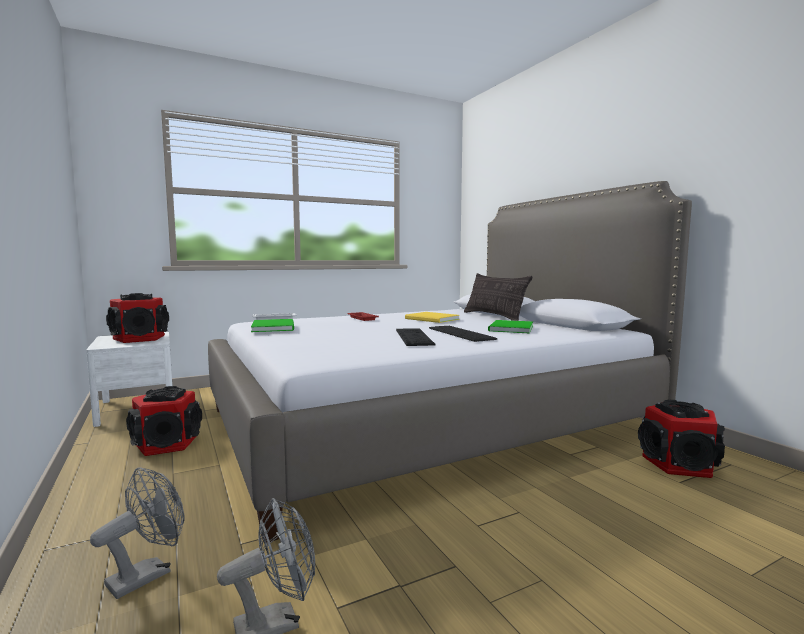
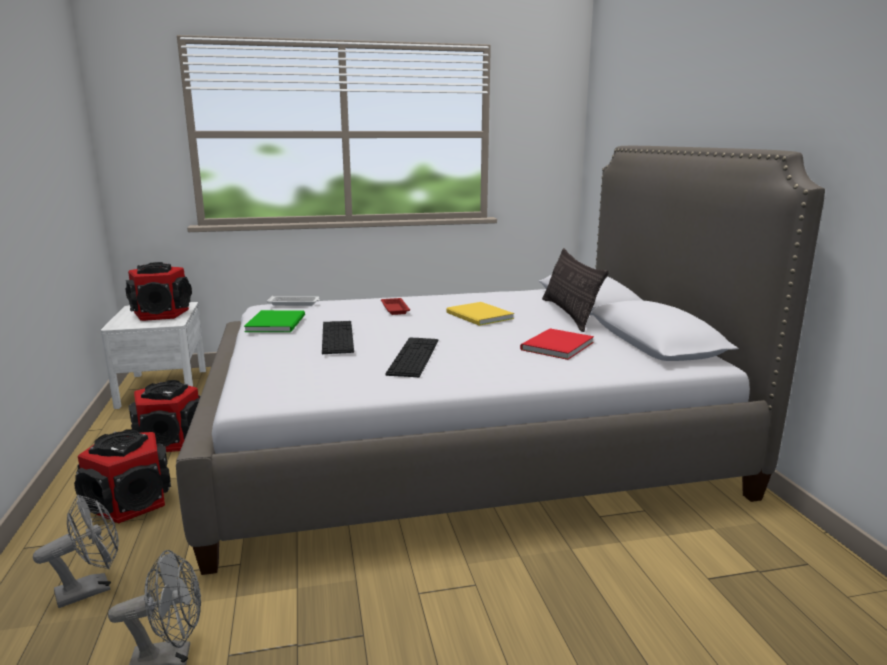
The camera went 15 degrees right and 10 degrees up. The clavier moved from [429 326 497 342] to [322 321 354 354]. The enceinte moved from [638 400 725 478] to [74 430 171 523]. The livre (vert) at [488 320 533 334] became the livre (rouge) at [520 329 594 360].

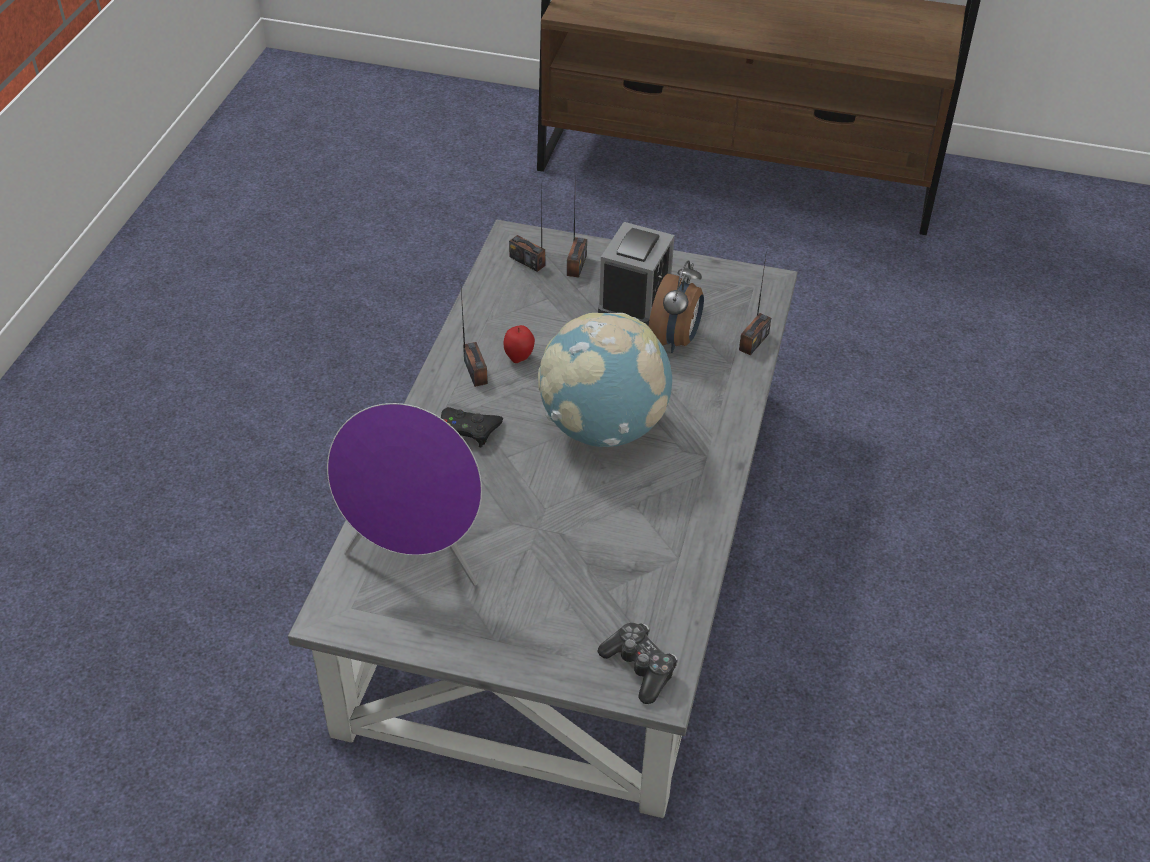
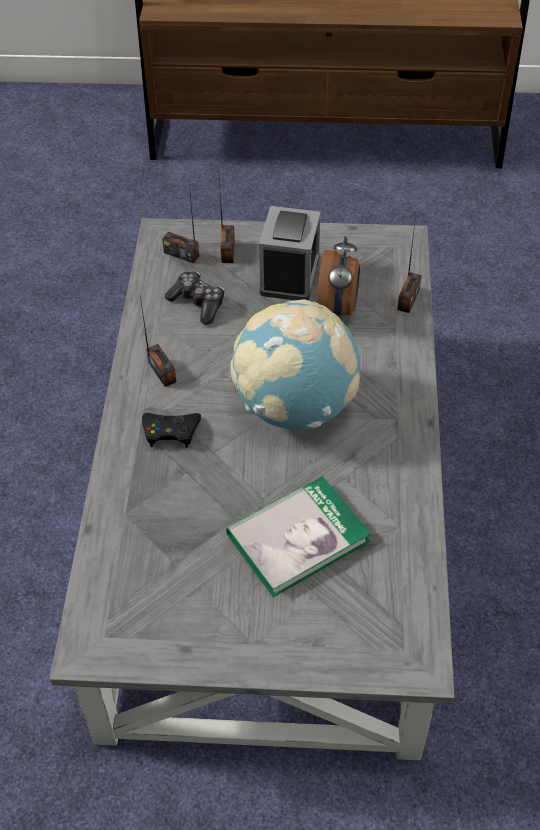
The camera went 10 degrees left and 5 degrees up. The enceinte (violet) at [327 403 482 586] disappeared. The pomme at [504 325 535 363] disappeared. The livre at [226 476 371 597] appeared. The manette moved from [598 623 678 704] to [165 271 225 325].

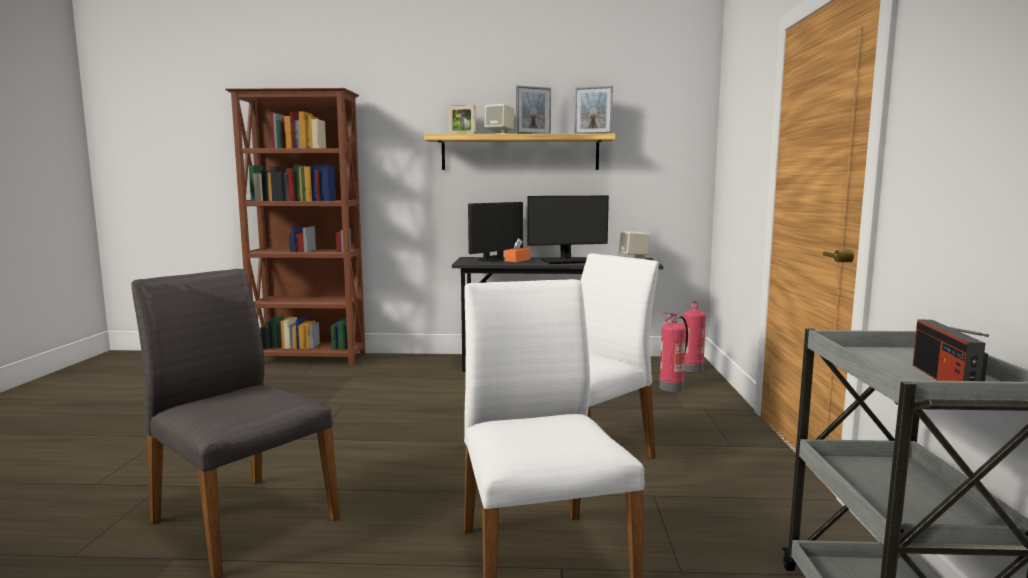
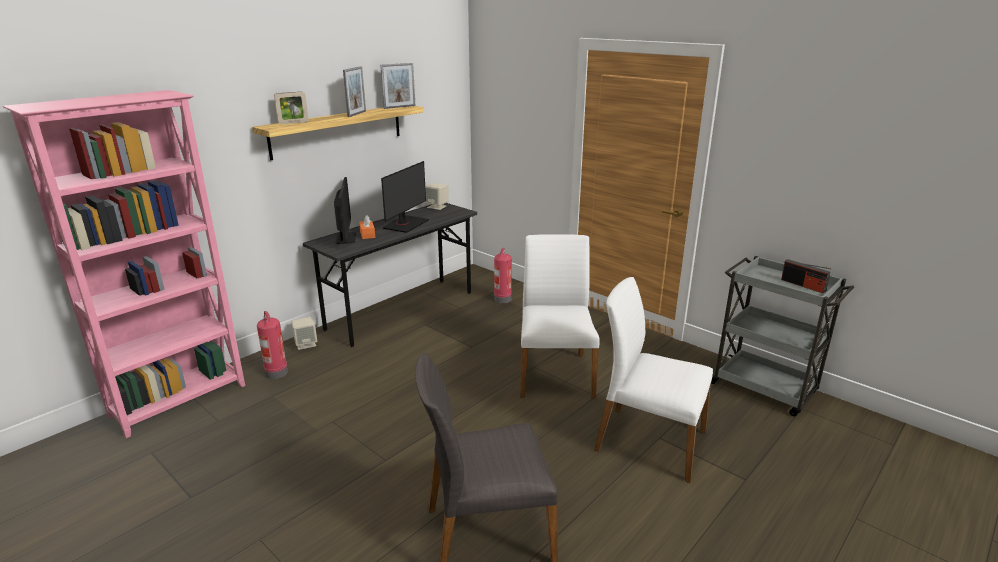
The camera went 50 degrees left and 15 degrees up. The enceinte (beige) moved from [484 104 514 134] to [291 317 317 350]. The extincteur moved from [683 301 706 373] to [257 311 288 379]. The bibliothèque (marron) at [225 88 366 366] became the bibliothèque (rose) at [2 90 245 438].

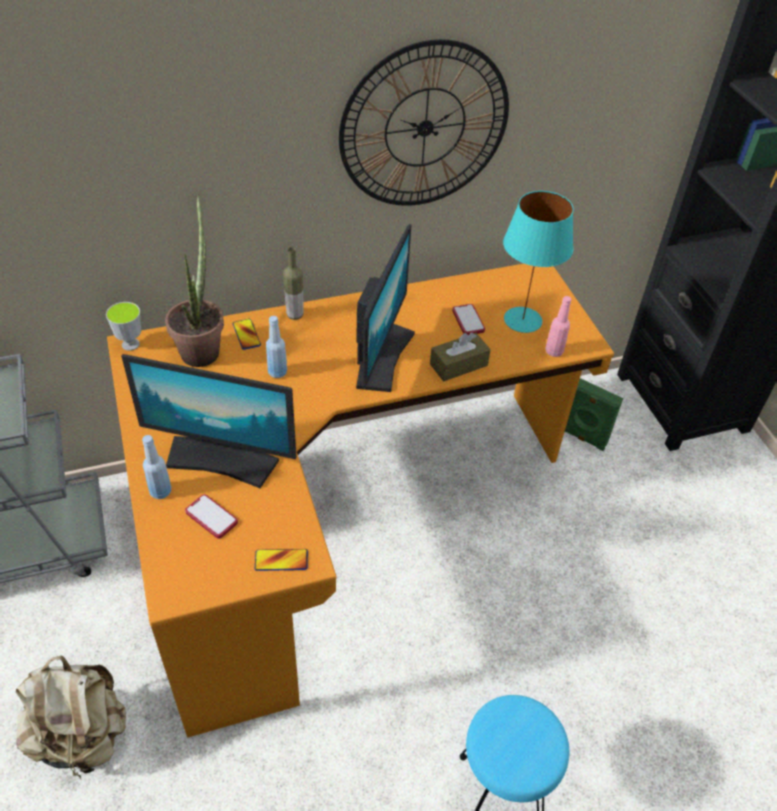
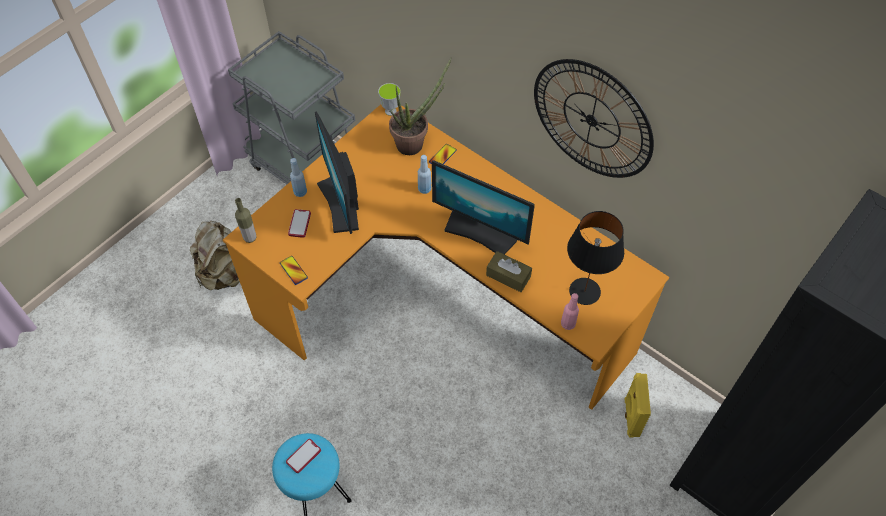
The camera went 60 degrees right and 10 degrees up. The bouteille moved from [283 247 304 320] to [235 198 257 243]. The téléphone moved from [452 304 485 335] to [286 439 321 473]. The lampe de table (turquoise) at [503 191 574 333] became the lampe de table (noir) at [567 211 624 305]. The enceinte (vert) at [565 378 623 451] became the enceinte (jaune) at [625 373 651 438]. The écran d'ordinateur at [356 224 415 392] turned 45 degrees clockwise.

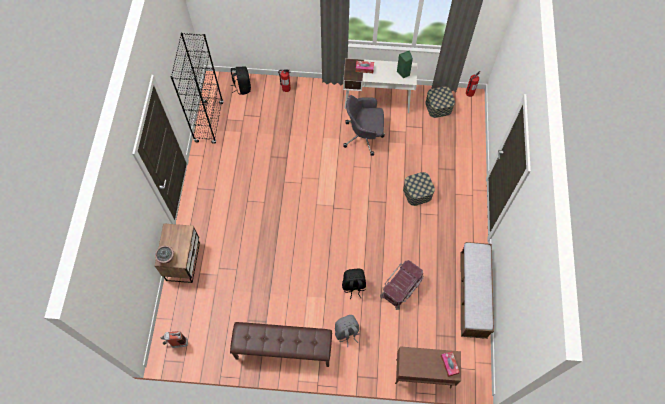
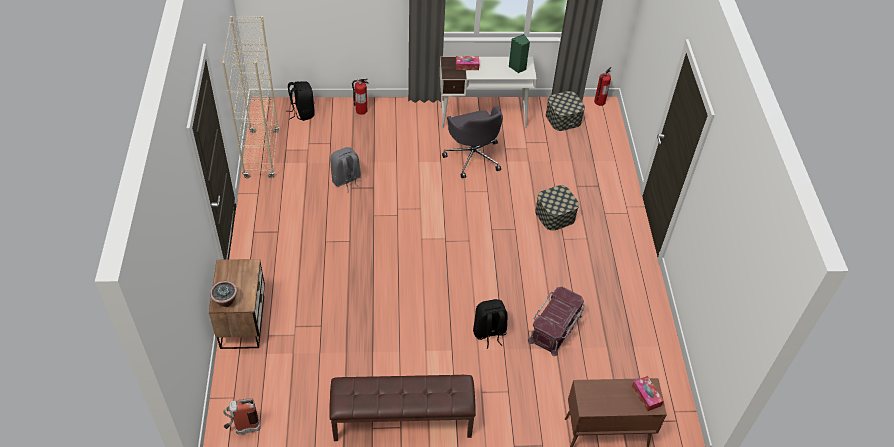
The camera went 10 degrees left and 15 degrees down. The banc at [461 242 494 339] disappeared. The sac à dos (gris) moved from [335 315 359 347] to [330 147 361 192]. The bibliothèque (noir) at [171 32 224 144] became the bibliothèque (beige) at [222 16 279 178]. The chaise de bureau (gris) at [343 95 385 156] turned 105 degrees counterclockwise.

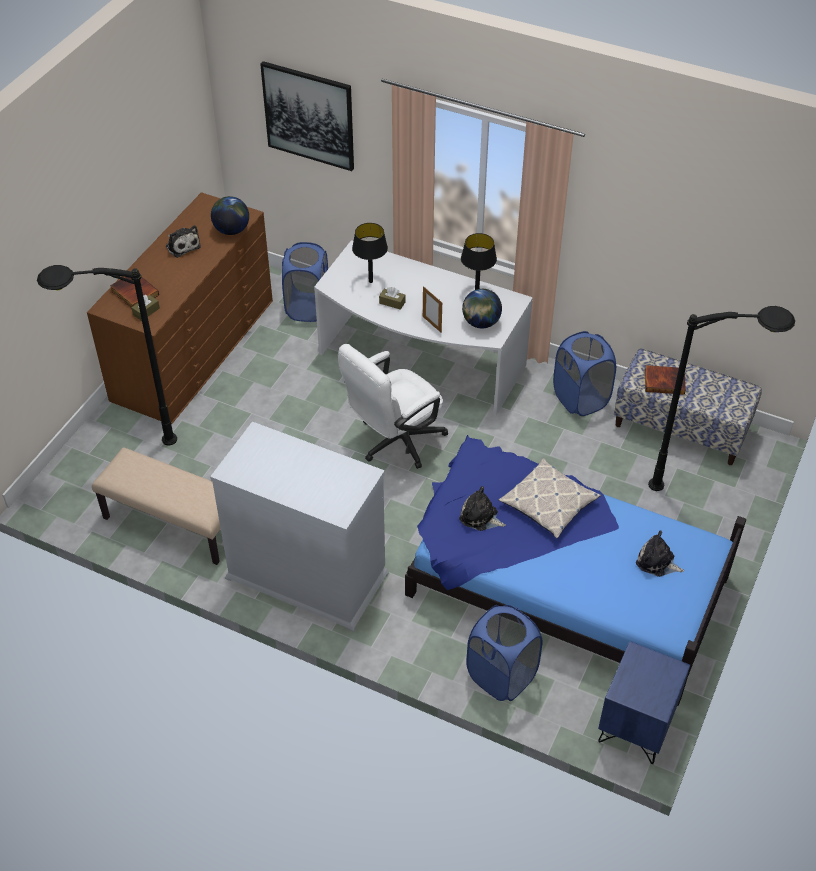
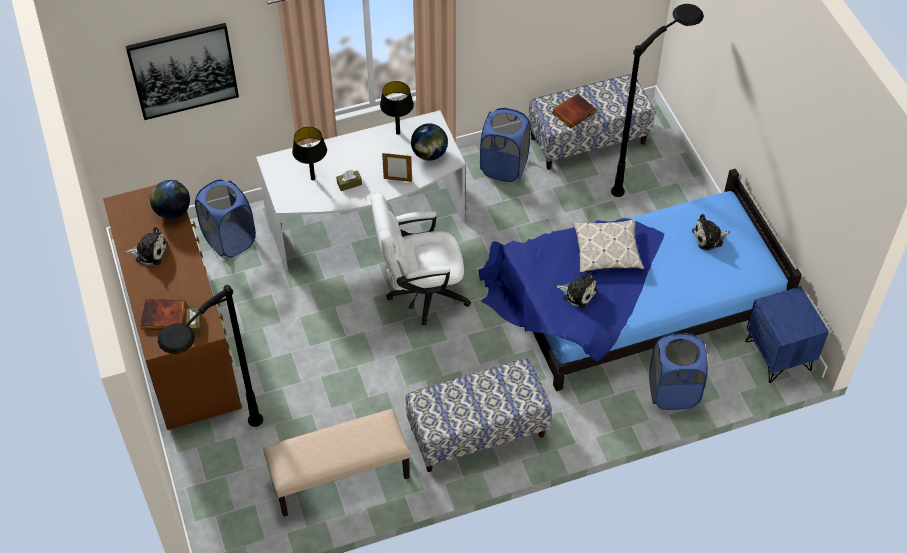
The camera went 45 degrees left and 5 degrees up. The commode (blanc) at [210 422 389 632] was replaced by the banc at [406 358 552 472]. The chaise de bureau (blanc) at [338 344 448 469] turned 75 degrees clockwise. The peluche at [459 486 506 531] turned 135 degrees counterclockwise.

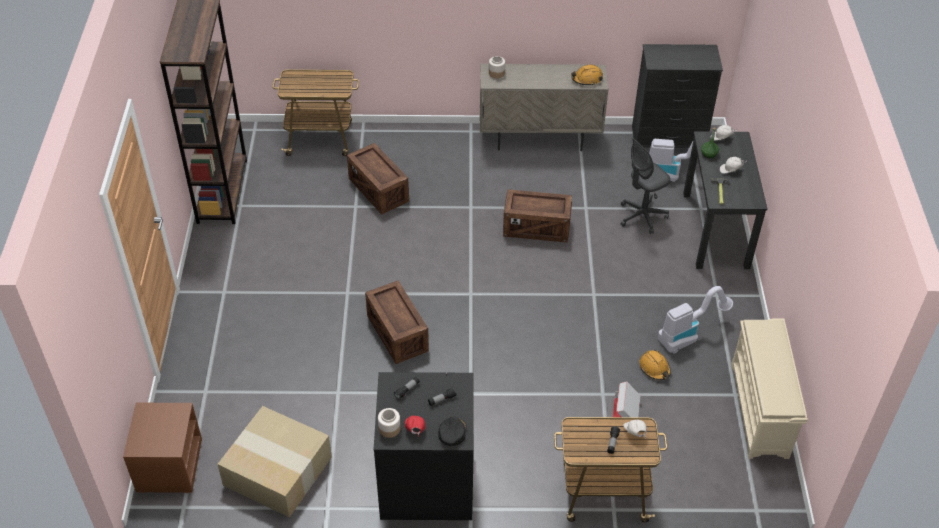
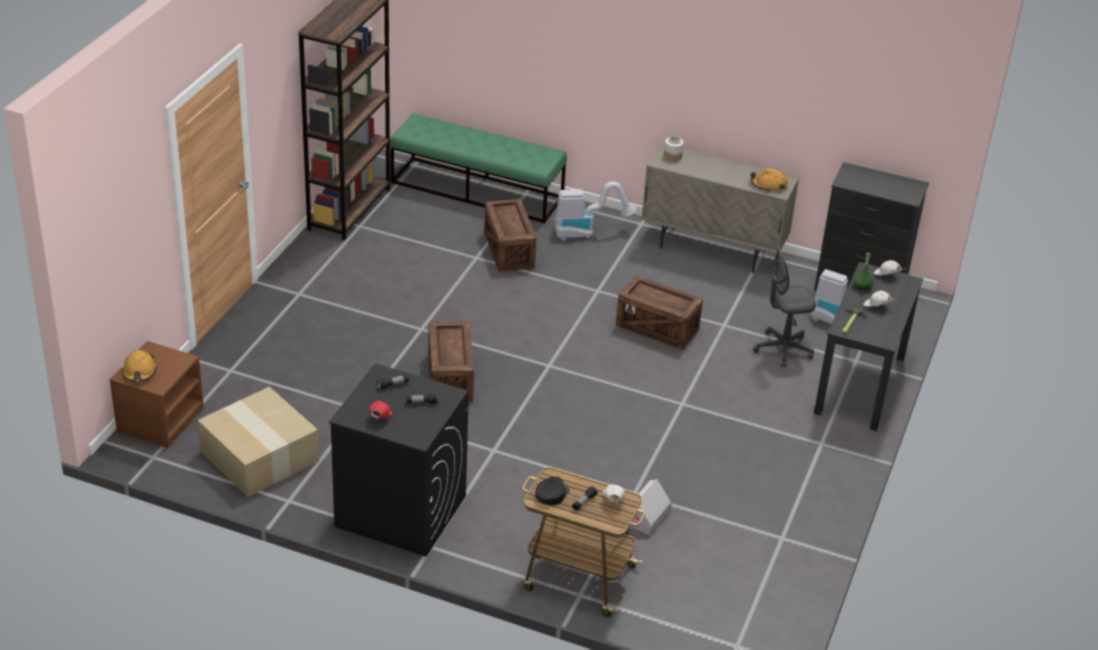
The camera went 20 degrees right and 10 degrees down. The bocal at [378 408 401 438] disappeared. The étagère à chaussures (beige) at [731 319 808 459] disappeared. The casquette (noir) moved from [438 416 467 446] to [535 476 570 505]. The casque de chantier (orange) moved from [639 350 671 380] to [122 350 157 382]. The aspirateur moved from [658 286 733 354] to [554 181 636 240]. The chariot at [273 70 359 156] was replaced by the banc (vert) at [390 114 567 224].

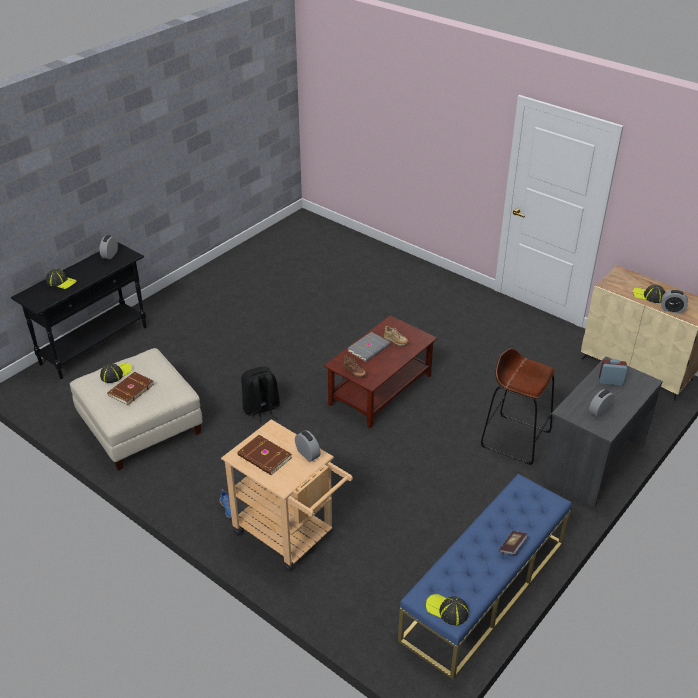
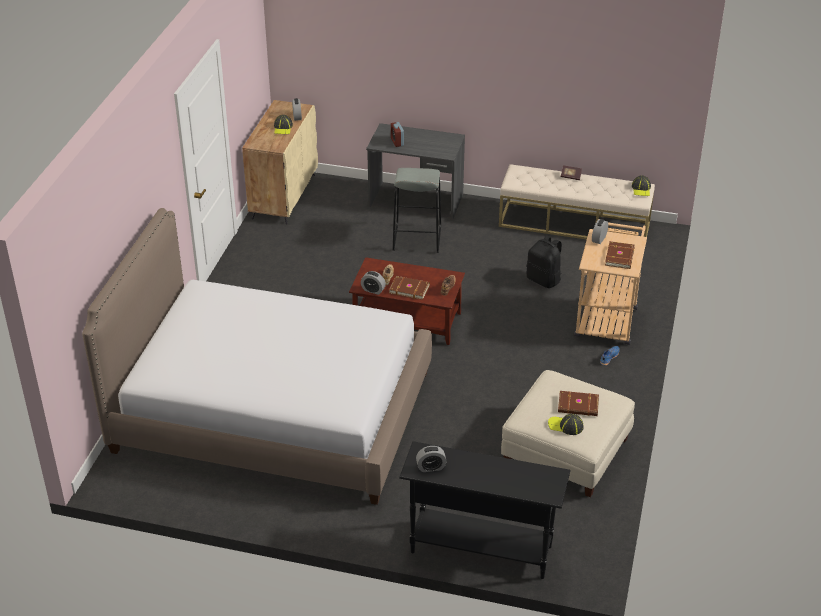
The camera went 115 degrees left and 0 degrees up. The casquette at [46 269 76 289] disappeared. The lit at [82 208 432 505] appeared. The sac à dos (noir) moved from [241 366 280 423] to [527 235 562 288]. The réveil moved from [589 389 615 418] to [361 271 386 295]. The livre (gris) at [348 332 390 362] became the livre (marron) at [389 276 430 300]. The banc (bleu) at [398 474 572 680] became the banc (beige) at [499 164 655 240]. The tabouret (marron) at [481 348 555 465] became the tabouret (gris) at [393 168 441 253].

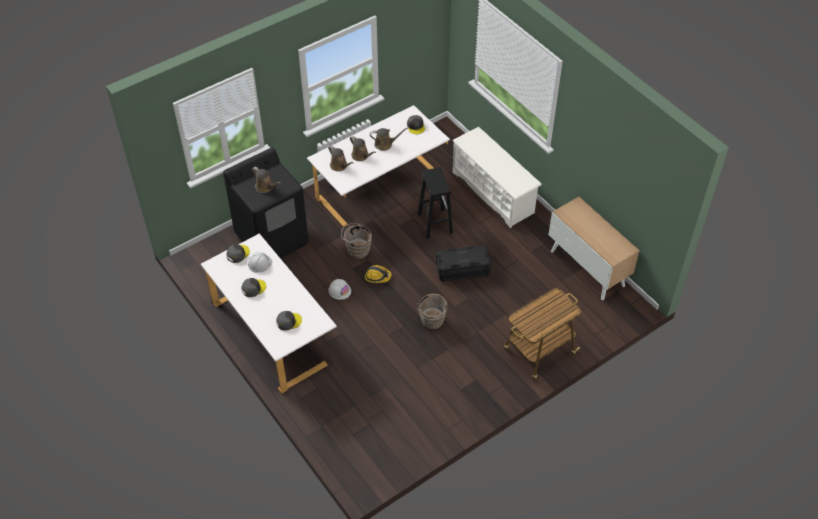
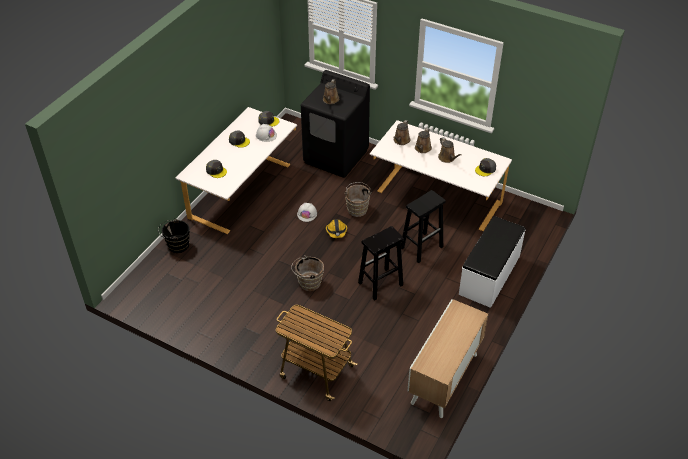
The camera went 65 degrees right and 5 degrees down. The seau (noir) at [158 219 190 253] appeared. The boîte de rangement (noir) at [436 245 491 282] was replaced by the tabouret (noir) at [358 226 404 301]. The étagère à chaussures (blanc) at [452 127 542 228] was replaced by the banc (blanc) at [459 216 526 308].

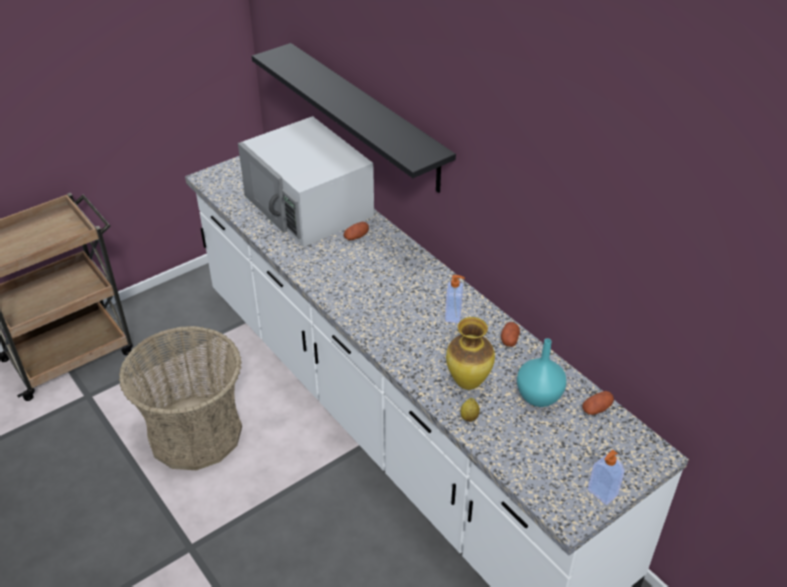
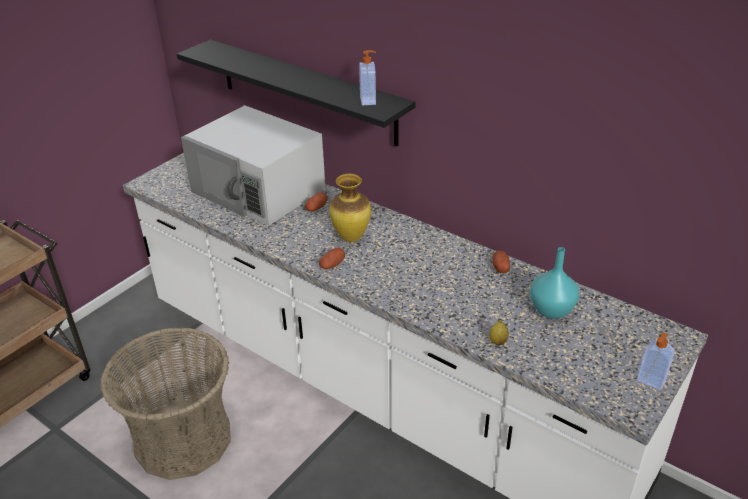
The camera went 15 degrees left and 5 degrees down. The distributeur de savon moved from [445 275 465 323] to [359 50 376 106]. The vase moved from [446 317 495 390] to [329 174 371 242]. The pomme de terre moved from [582 391 614 415] to [319 248 345 269].

